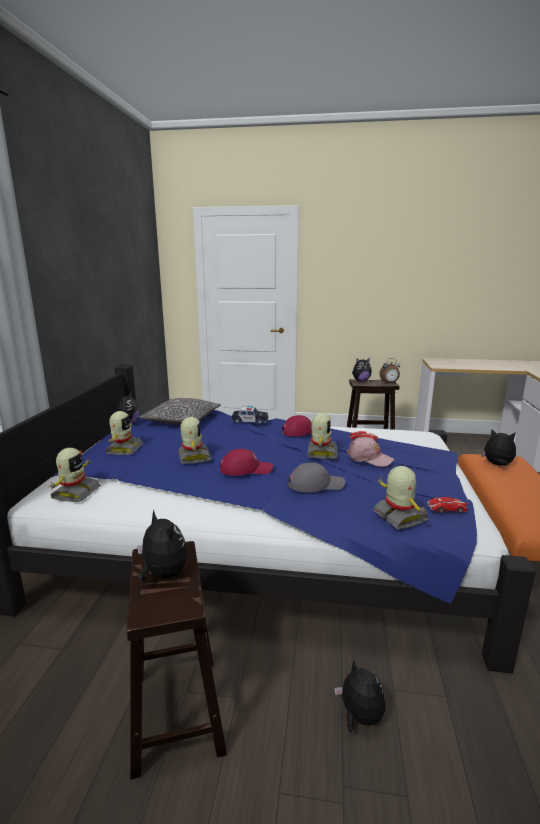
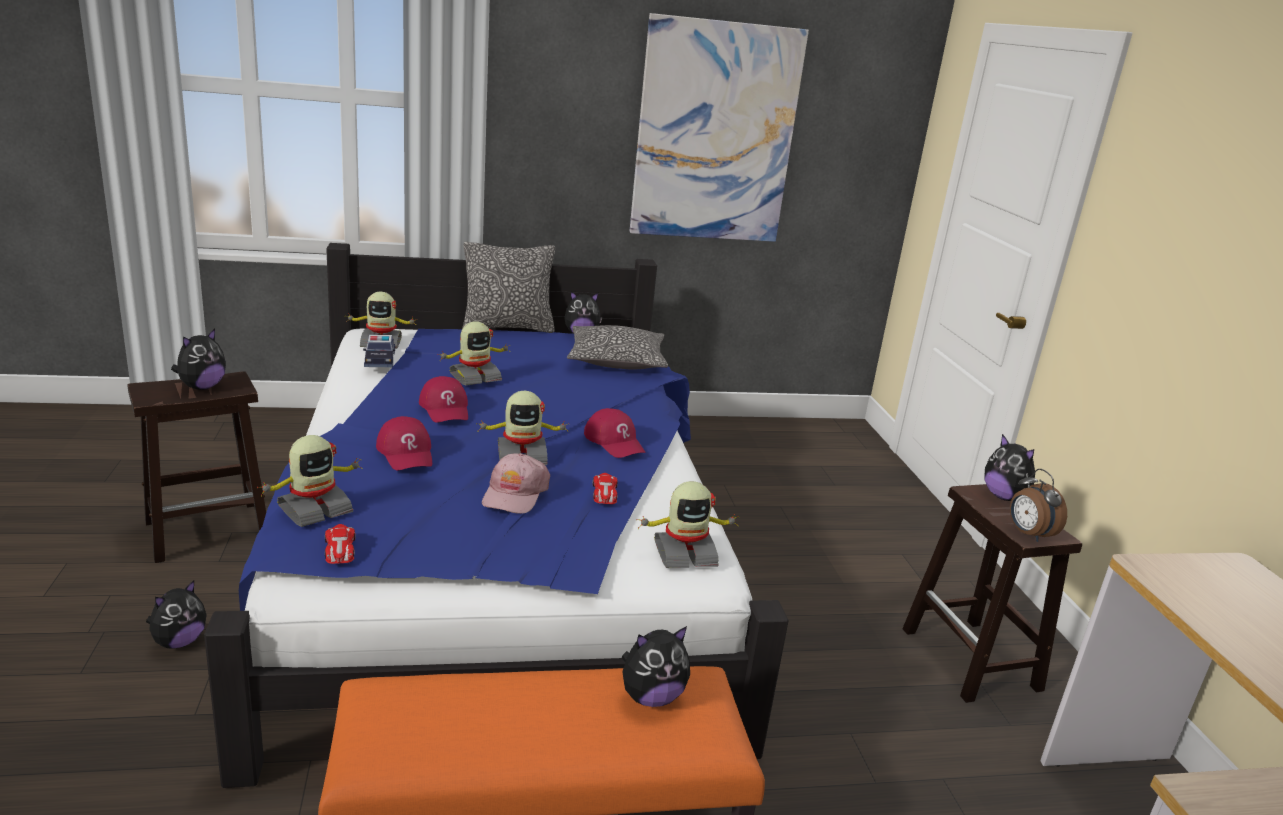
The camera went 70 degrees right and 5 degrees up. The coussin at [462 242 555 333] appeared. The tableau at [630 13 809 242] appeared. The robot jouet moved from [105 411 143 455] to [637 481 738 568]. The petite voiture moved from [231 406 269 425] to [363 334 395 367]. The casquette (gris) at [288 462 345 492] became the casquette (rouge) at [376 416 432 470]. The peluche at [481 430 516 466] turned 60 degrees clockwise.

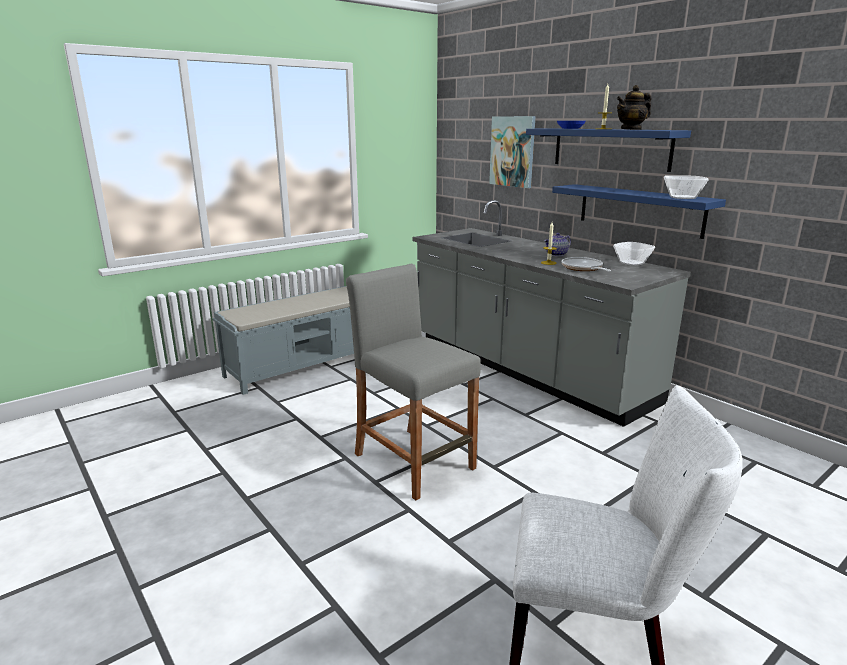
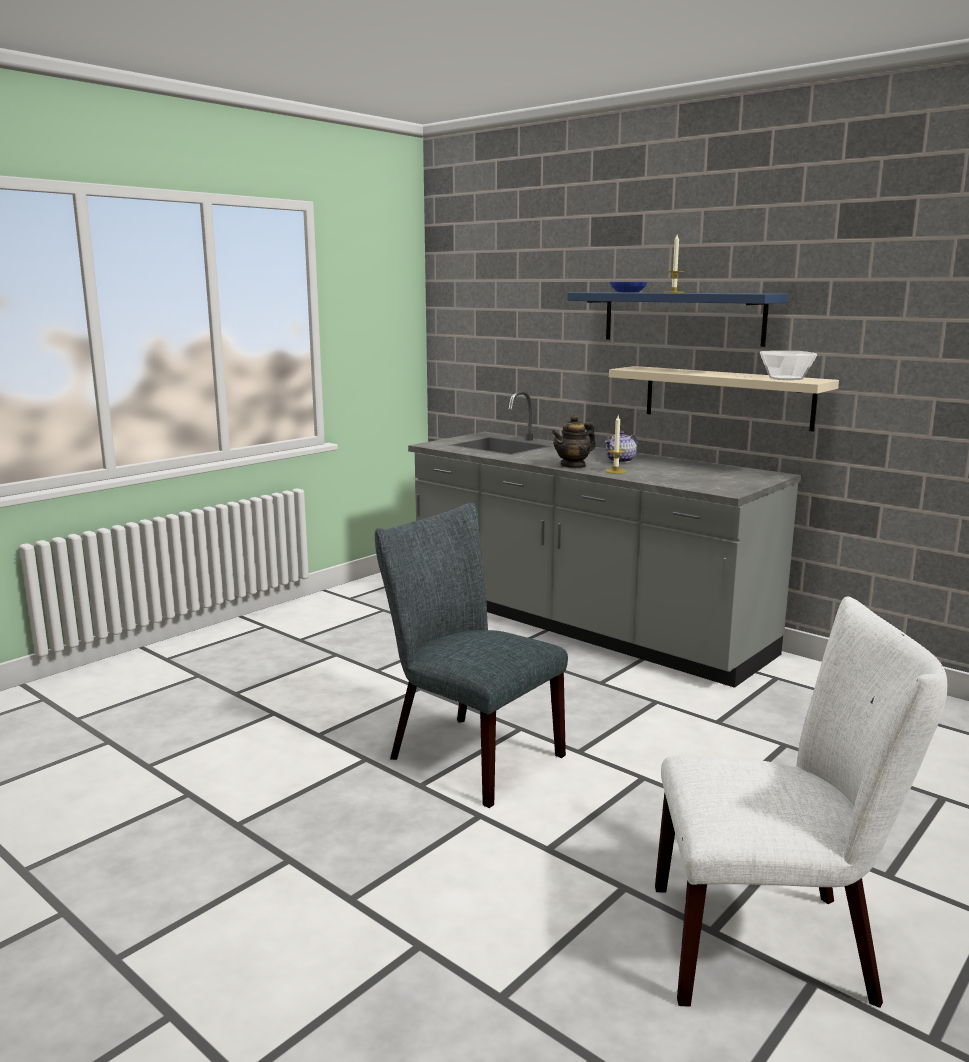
The camera went 10 degrees left and 5 degrees down. The banc (gris) at [213 286 354 395] disappeared. The tableau at [489 116 536 188] disappeared. The poêle at [562 257 611 271] disappeared. The bol at [613 242 655 266] disappeared. The théière moved from [617 85 651 130] to [552 415 596 469]. The tabouret (gris) at [346 263 481 500] was replaced by the chaise (gris) at [375 503 568 808]. The étagère (bleu) at [552 184 726 239] became the étagère (beige) at [609 366 839 432].

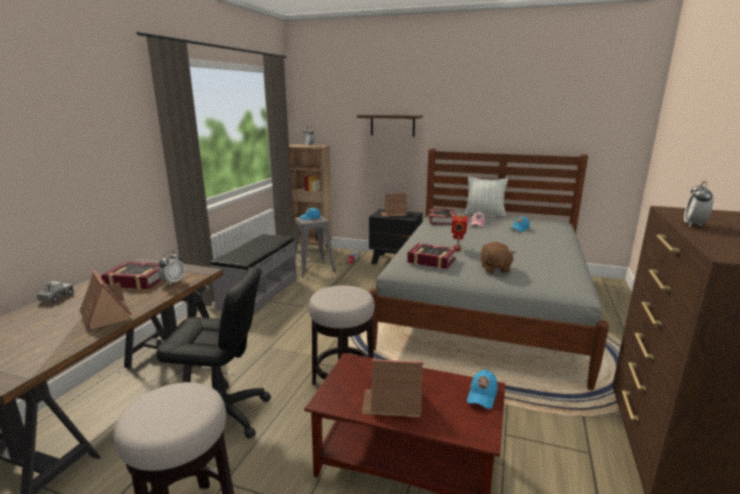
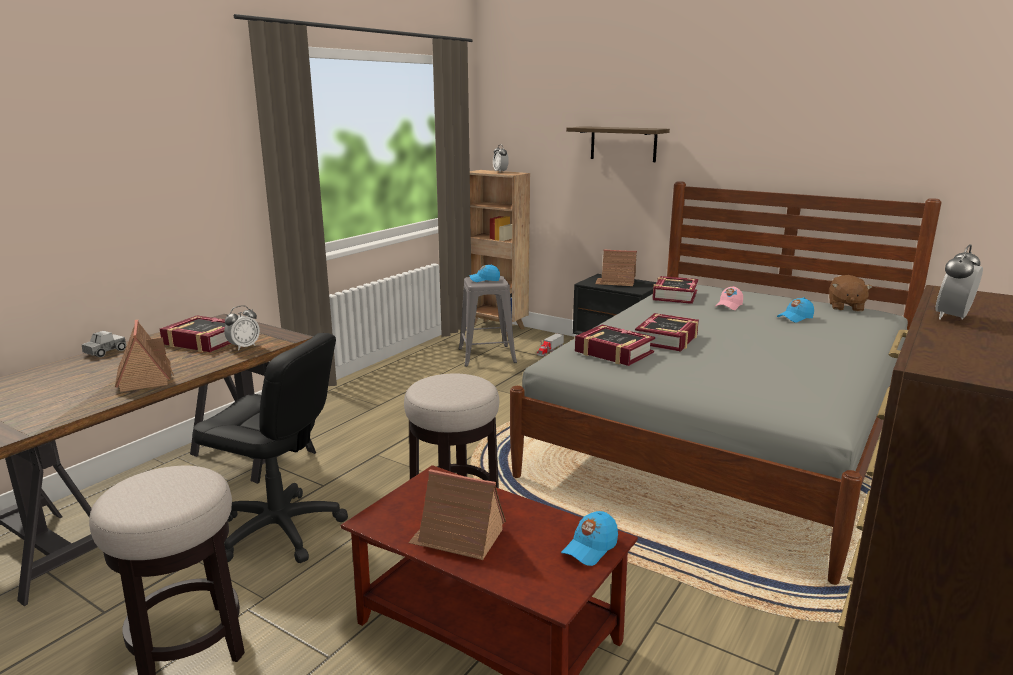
The camera went 15 degrees right and 0 degrees up. The banc (gris) at [210 234 297 315] disappeared. The coussin at [465 177 508 217] disappeared. The peluche (marron) moved from [481 242 516 273] to [829 275 872 312]. The robot jouet at [451 215 468 251] was replaced by the livre at [635 313 699 352].

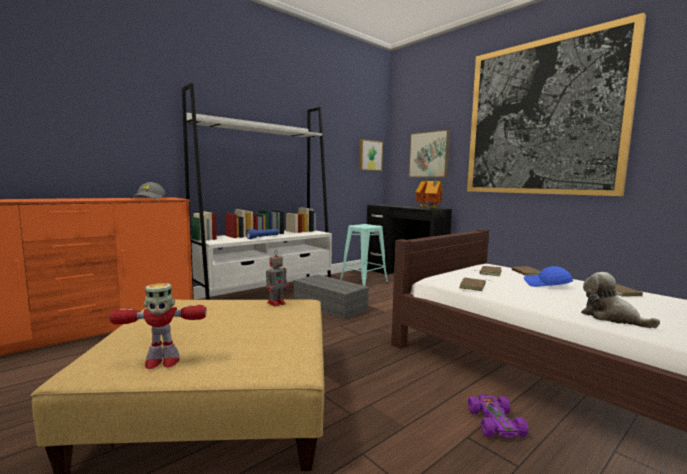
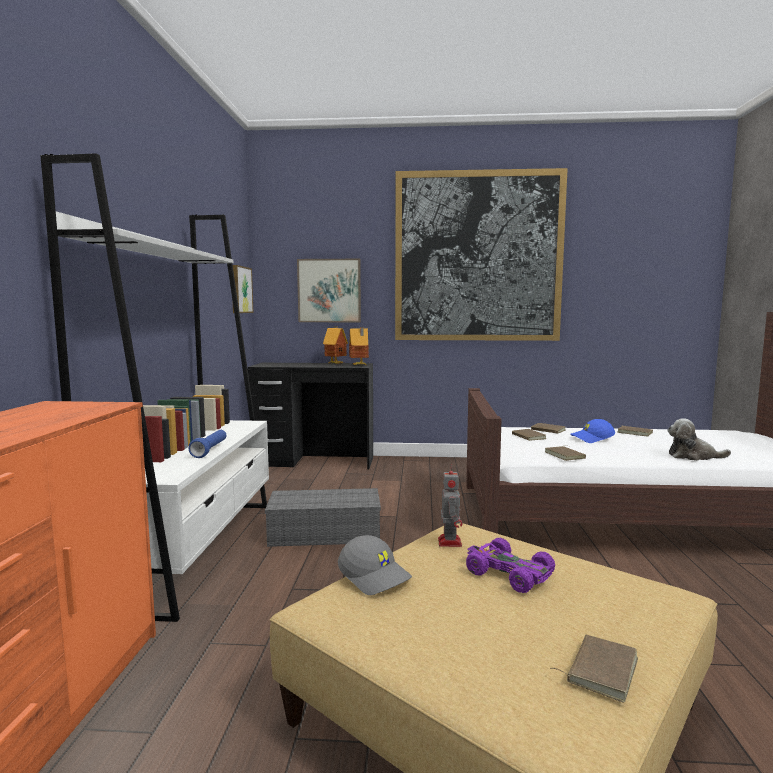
The camera went 45 degrees left and 0 degrees up. The tabouret (turquoise) at [340 224 388 286] disappeared. The casquette (gris) moved from [131 182 166 199] to [338 535 412 595]. The petite voiture (violet) moved from [468 394 528 437] to [466 538 555 593]. The robot jouet at [109 283 207 369] was replaced by the livre (marron) at [550 635 638 703].

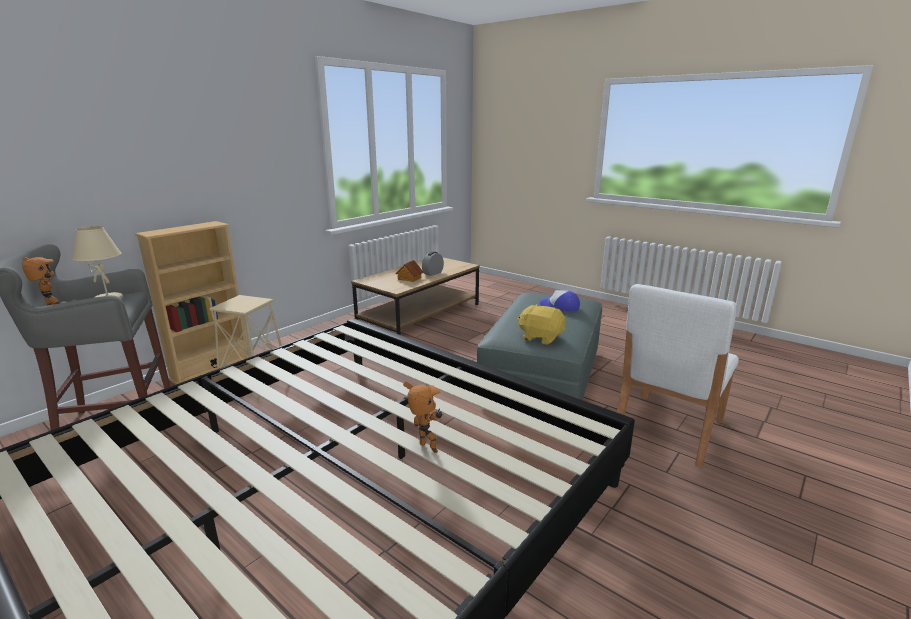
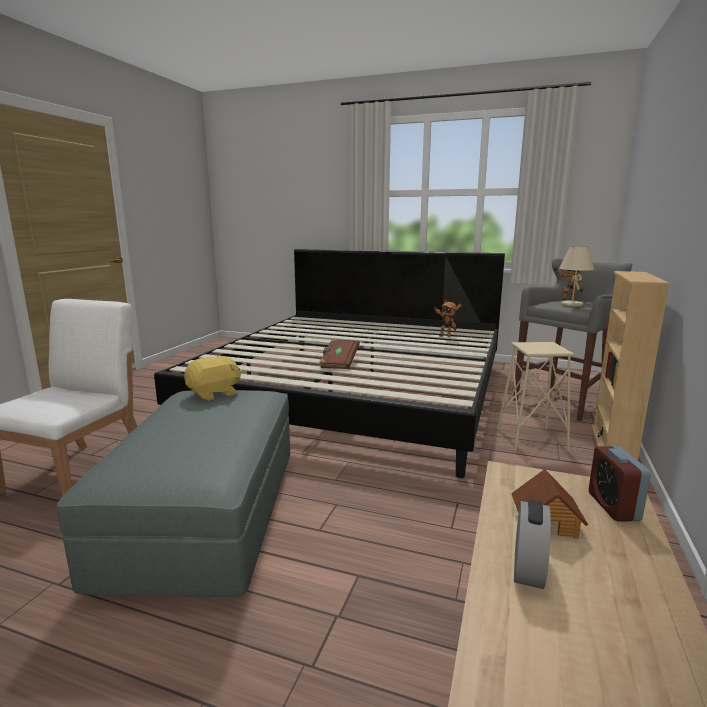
The camera went 160 degrees right and 5 degrees down. The casquette at [540 290 580 312] disappeared. The livre (marron) at [319 338 360 369] appeared. The réveil at [589 446 651 522] appeared. The robot jouet moved from [403 381 443 453] to [434 300 462 337]. The peluche (jaune) at [517 304 566 345] turned 45 degrees counterclockwise.

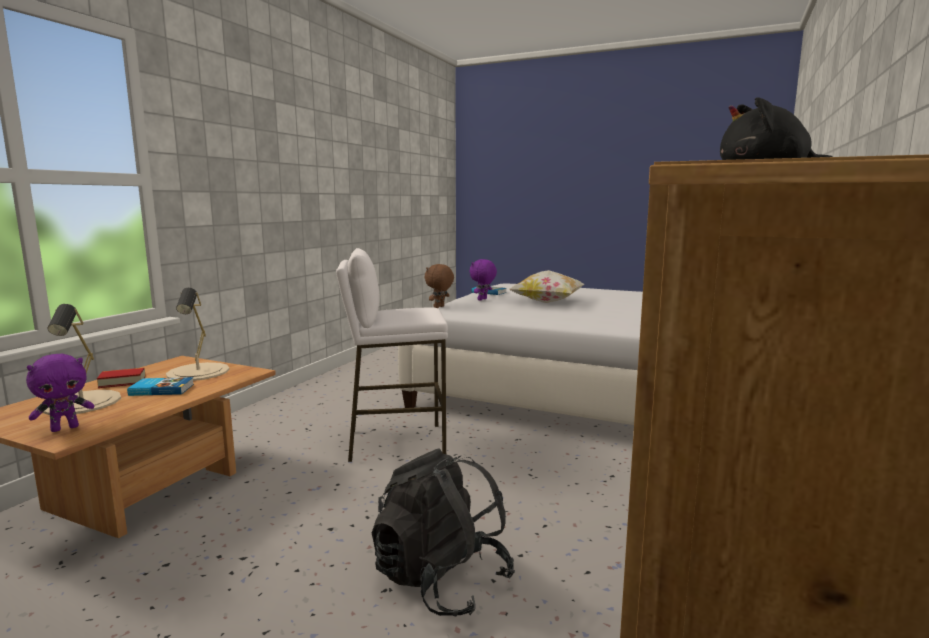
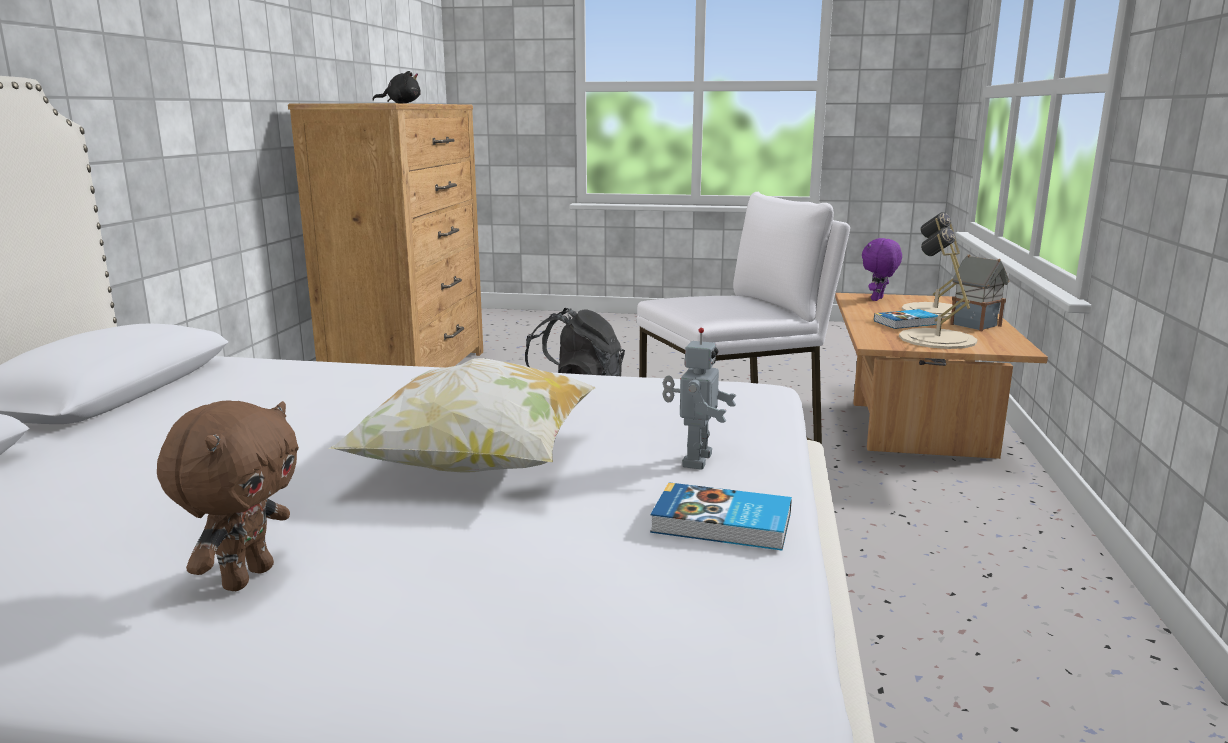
The camera went 165 degrees right and 5 degrees up. The peluche (marron) moved from [425 264 454 308] to [157 400 299 591]. The livre at [97 368 145 388] was replaced by the maison miniature at [950 254 1009 331]. The peluche (violet) at [470 259 497 301] was replaced by the robot jouet at [662 328 736 470].

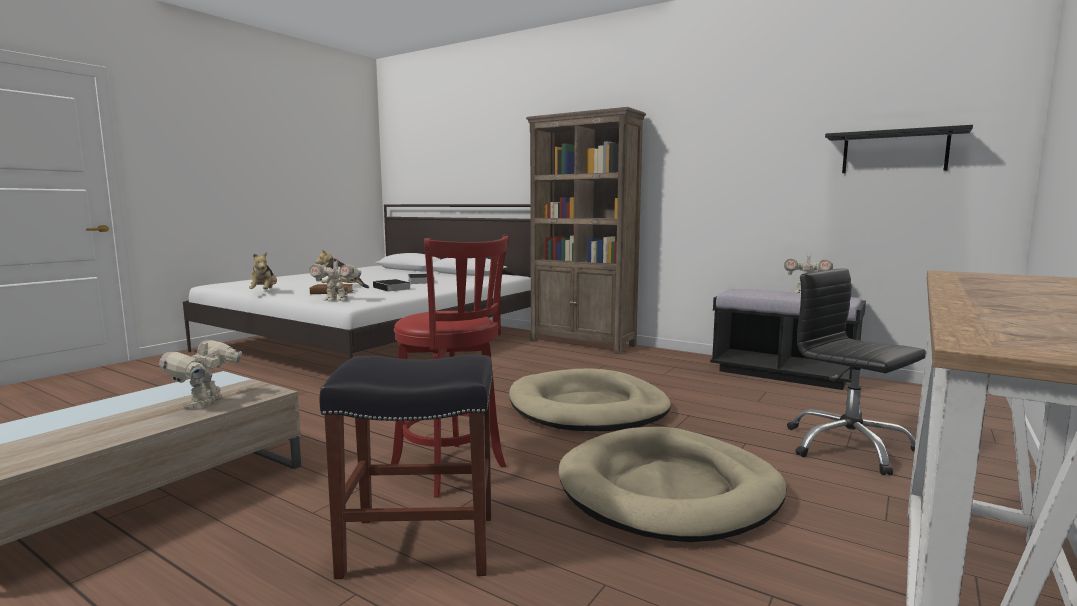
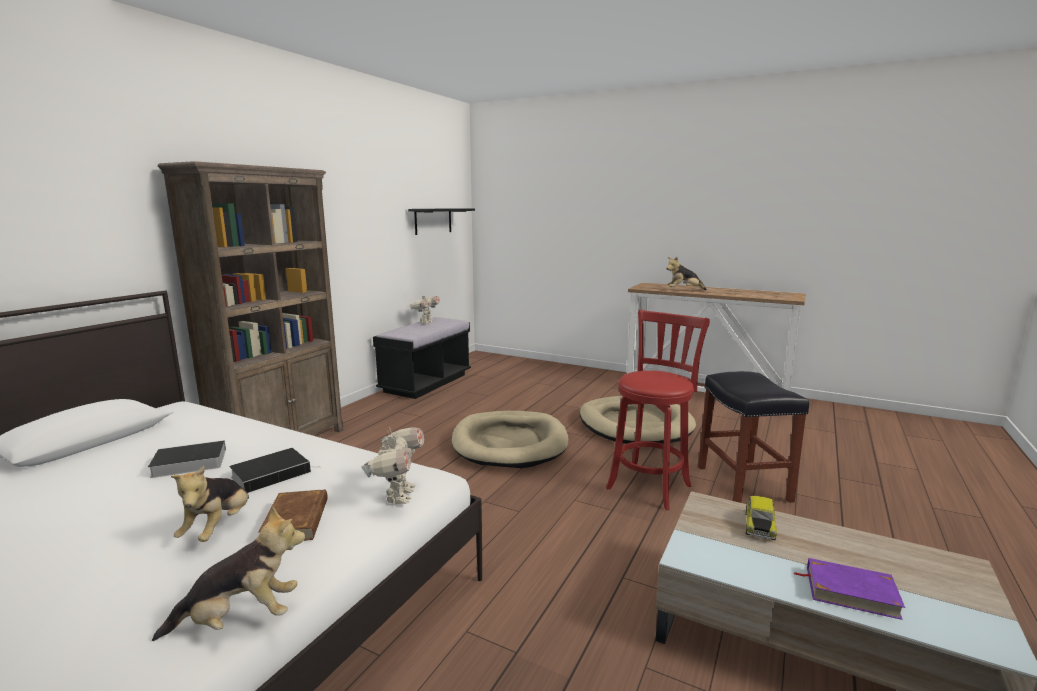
The camera went 95 degrees left and 5 degrees up. The chaise de bureau (noir) at [787 268 926 475] disappeared. The peluche at [666 257 707 290] appeared. The livre (violet) at [794 558 905 620] appeared. The robot jouet at [159 335 242 408] was replaced by the petite voiture at [745 496 777 540].

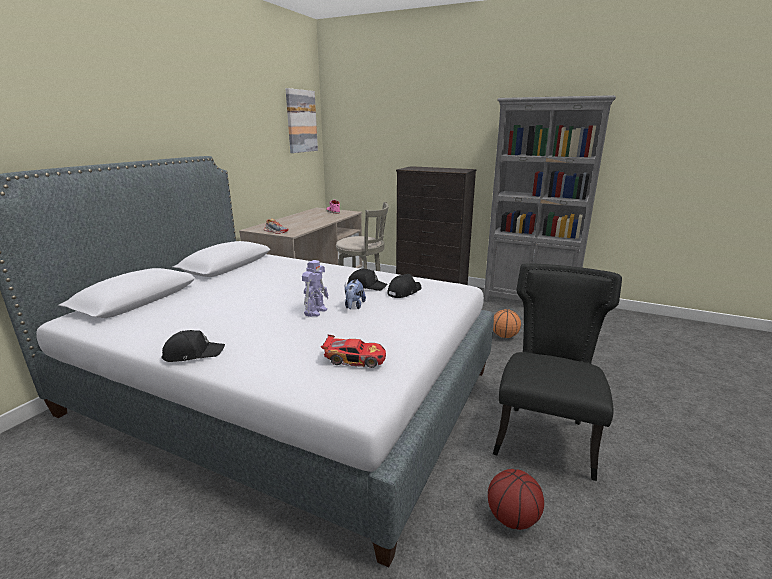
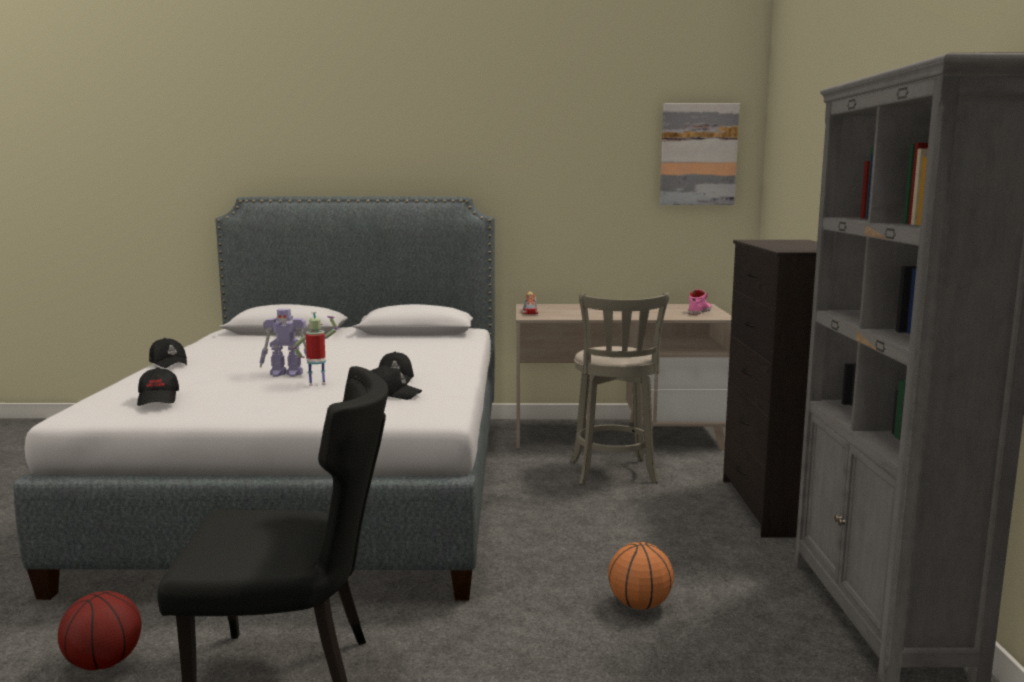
The camera went 65 degrees right and 10 degrees down. The petite voiture at [321 335 386 368] was replaced by the casquette (noir) at [137 367 179 406]. The peluche at [345 279 366 309] was replaced by the robot jouet at [293 312 338 386].

